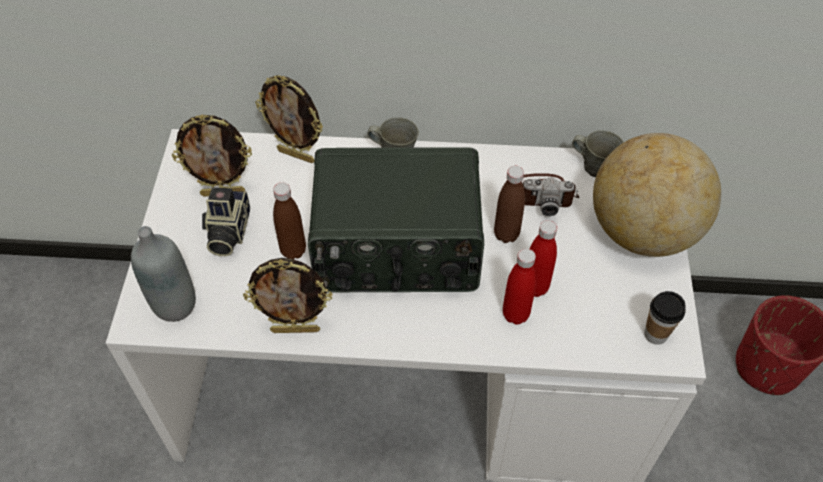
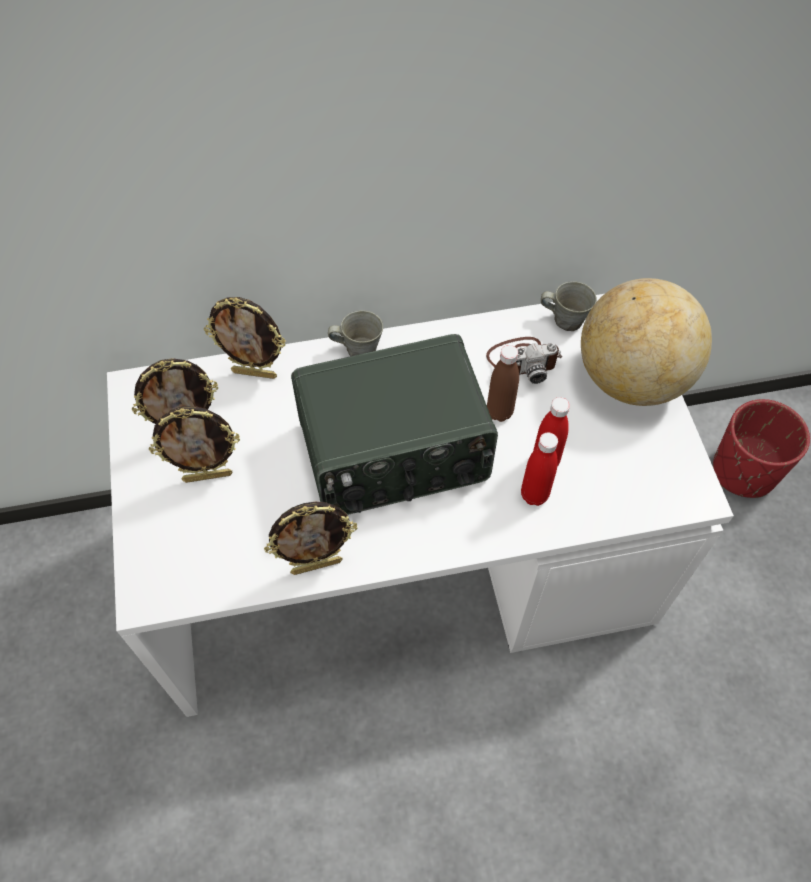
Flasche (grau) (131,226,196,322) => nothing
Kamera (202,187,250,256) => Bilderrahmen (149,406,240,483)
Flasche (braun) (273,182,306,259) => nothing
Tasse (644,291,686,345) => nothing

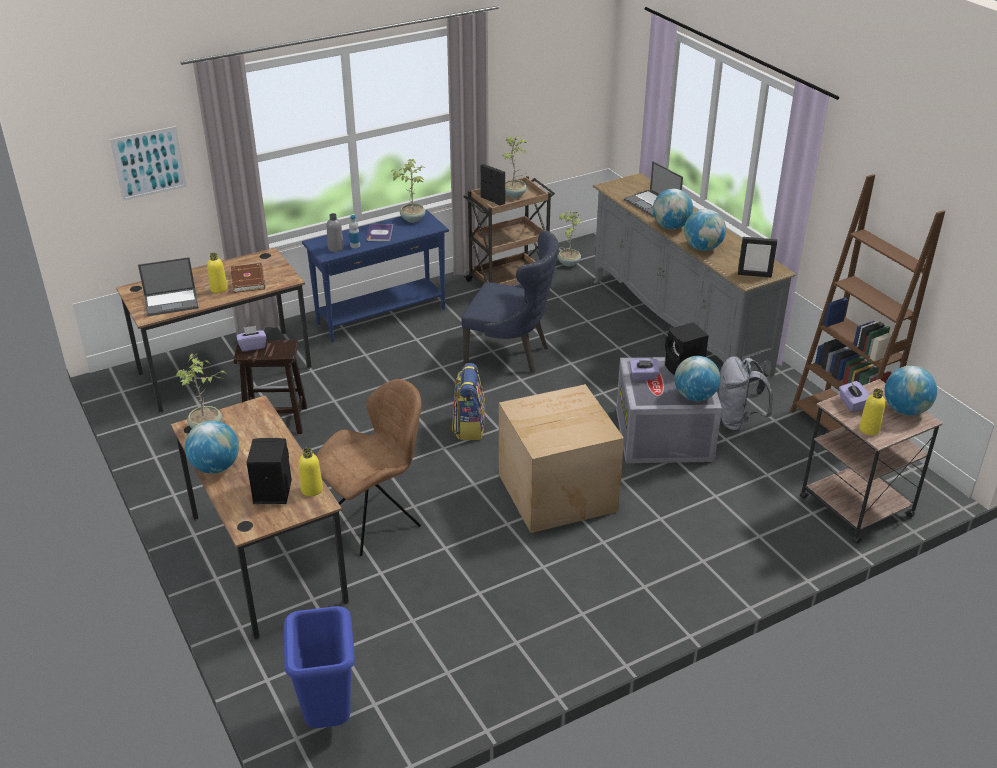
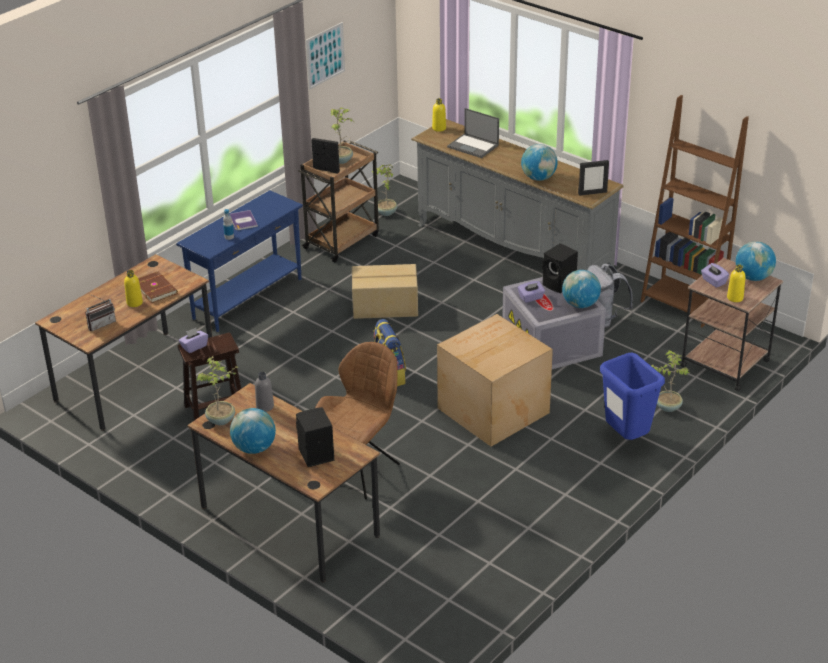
Bild (110,126,187,201) => Bild (306,22,345,90), relocated
Laptop (138,257,199,316) => Radio (85,294,116,332)
Mülleimer (blau) (284,606,355,728) => Mülleimer (blau) (600,353,665,440), relocated
Flasche (gelb) (299,447,323,496) => Flasche (gelb) (432,98,446,132), relocated
Flasche (grau) (326,213,344,252) => Flasche (grau) (255,372,274,412), relocated
Topfpflanze (391,159,426,223) => Topfpflanze (651,350,690,412), relocated
Stuhl (blau) (462,230,559,374) => Karton (352,264,418,319)
Globus (653,189,693,229) => nothing

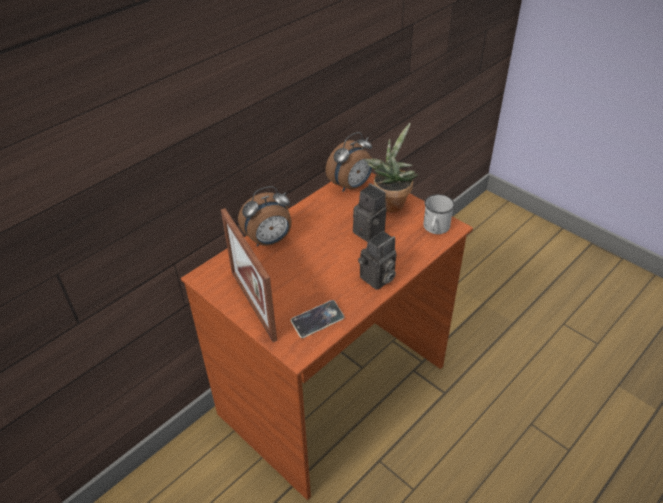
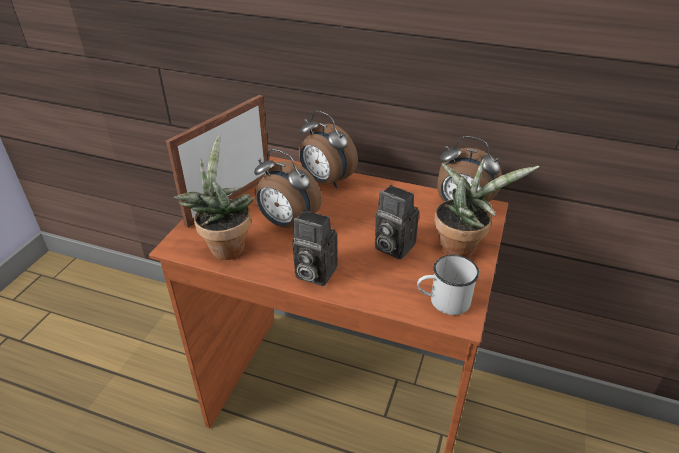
Handy (291,300,344,338) => Topfpflanze (174,133,254,260)
Kamera (353,183,386,242) => Kamera (375,185,419,260), 105 degrees clockwise
nothing => Wecker (254,149,322,228)

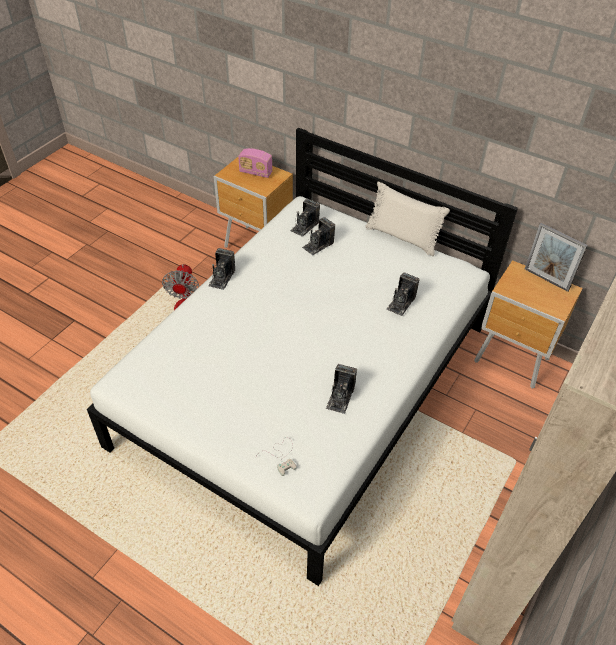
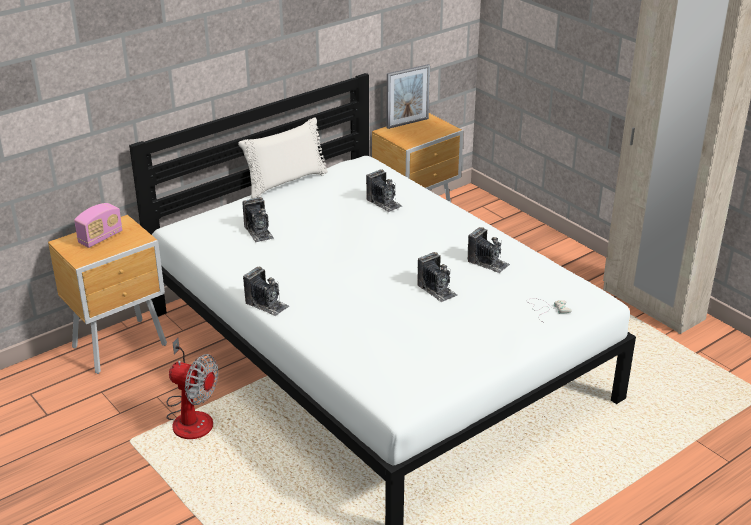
Kamera (290,199,320,237) => Kamera (417,252,457,302), relocated

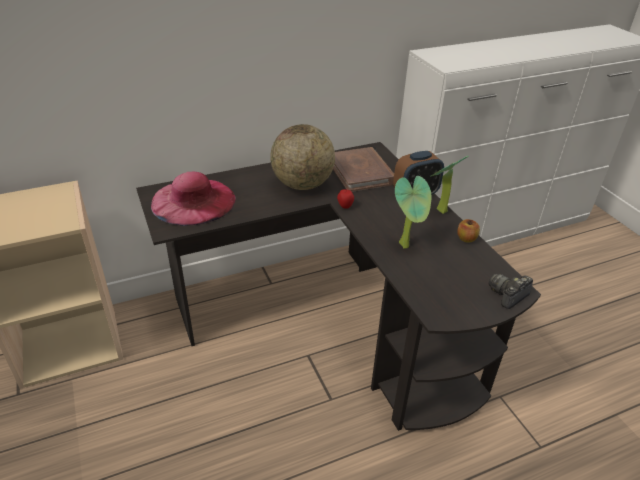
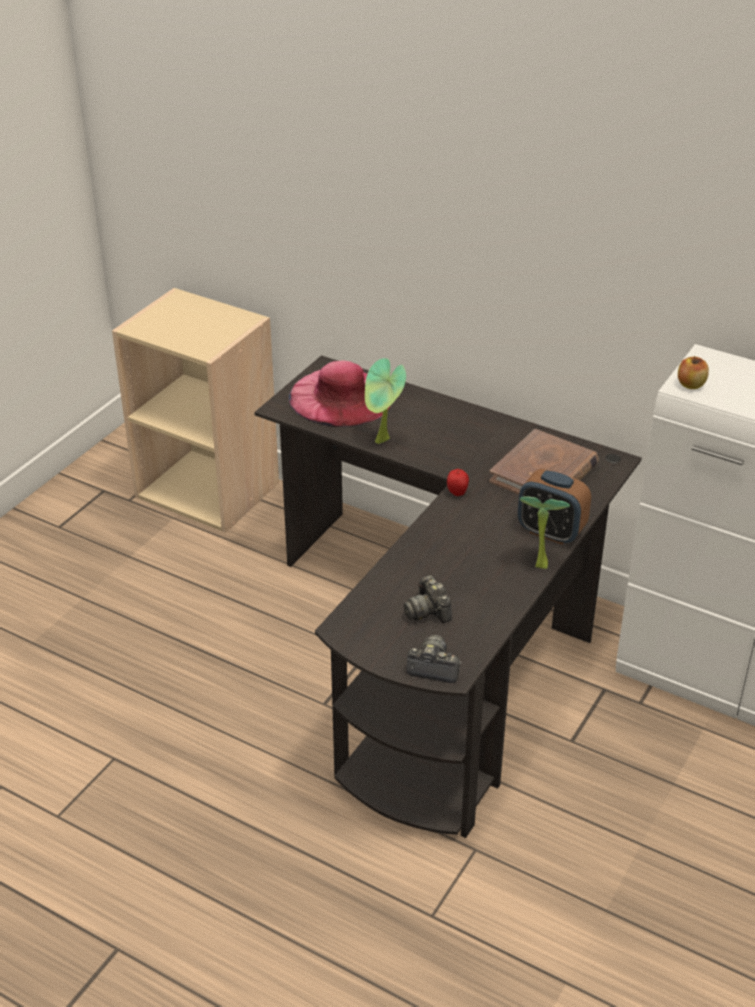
Globus (270,124,335,190) => nothing
Topfpflanze (395,176,432,248) => Topfpflanze (365,358,406,444), relocated
Apfel (457,219,480,243) => Apfel (678,356,709,389), relocated
nothing => Kamera (403,575,452,623)

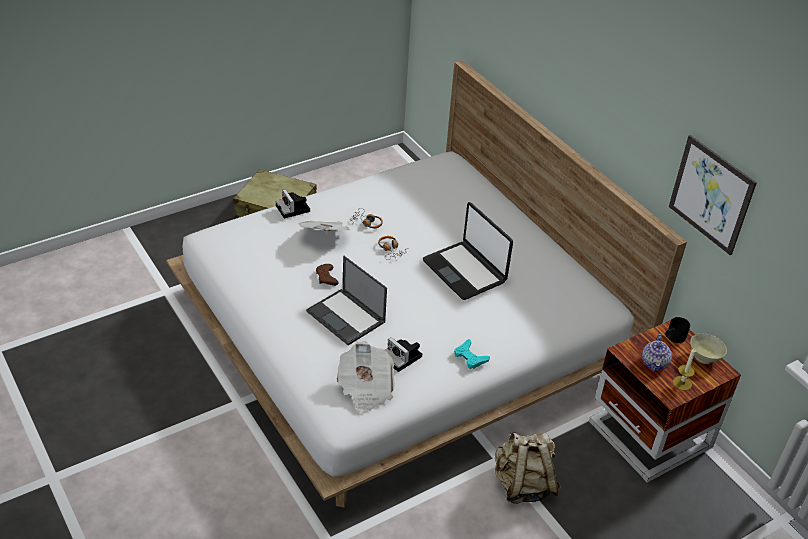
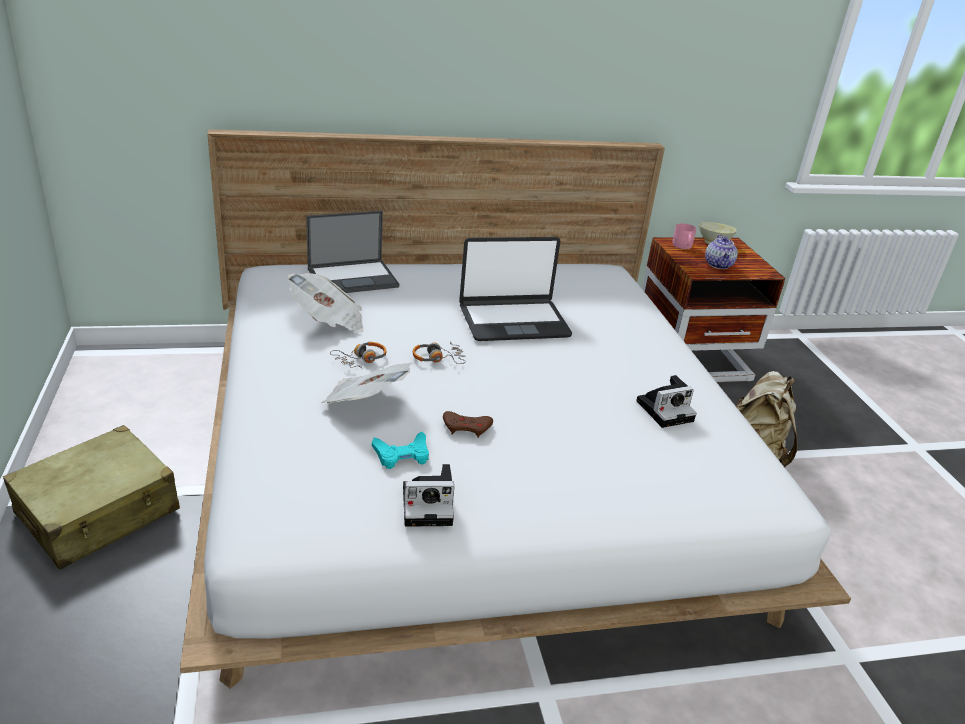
Kamera (276,189,310,219) => Kamera (403,464,454,527), relocated
Laptop (306,256,387,346) => Laptop (306,210,399,293), relocated
Zeitung (336,341,395,413) => Zeitung (287,273,364,333), relocated
Gamepad (türkis) (454,339,490,369) => Gamepad (türkis) (372,432,429,469), relocated
Teekanne (642,334,672,372) => Teekanne (705,235,738,269), 60 degrees clockwise
Henkelbecher (schwarz) (665,317,690,343) => Henkelbecher (rosa) (673,223,697,249)
Bild (669,135,757,255) => nothing
Kerze (673,347,695,391) => nothing

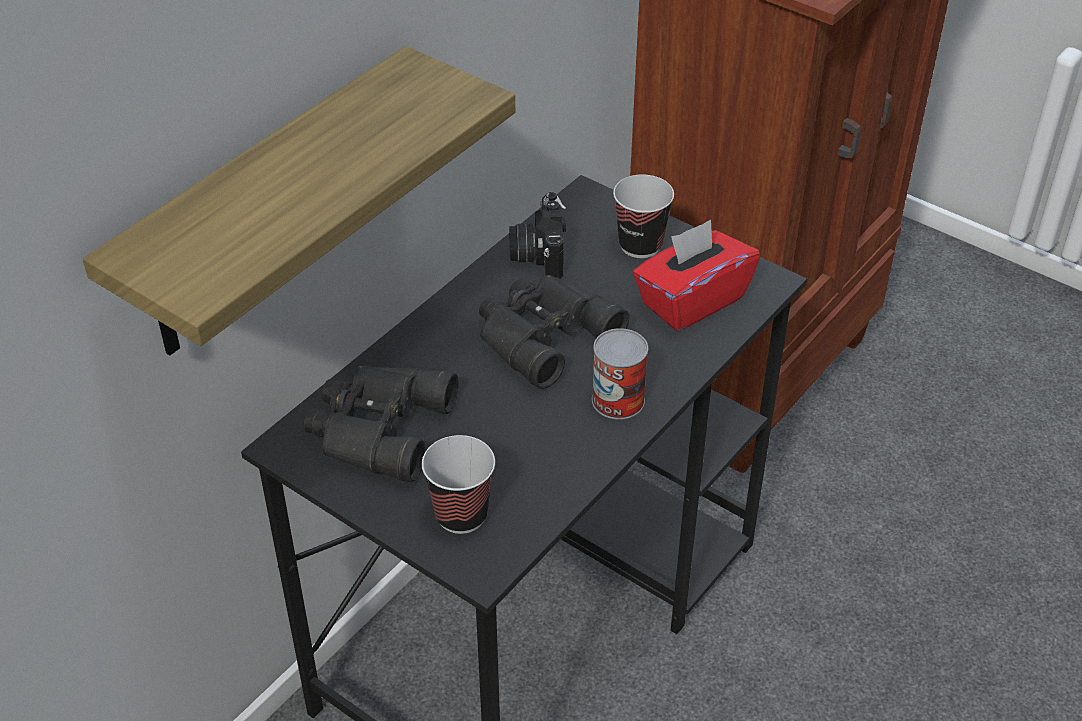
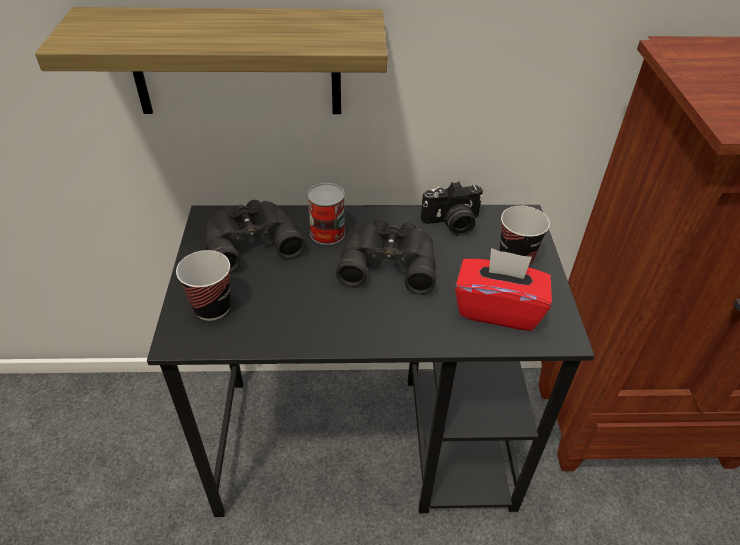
Kamera (510,192,566,279) => Kamera (421,181,483,236), 150 degrees counterclockwise
Dose (592,328,648,420) => Dose (307,183,345,245), relocated

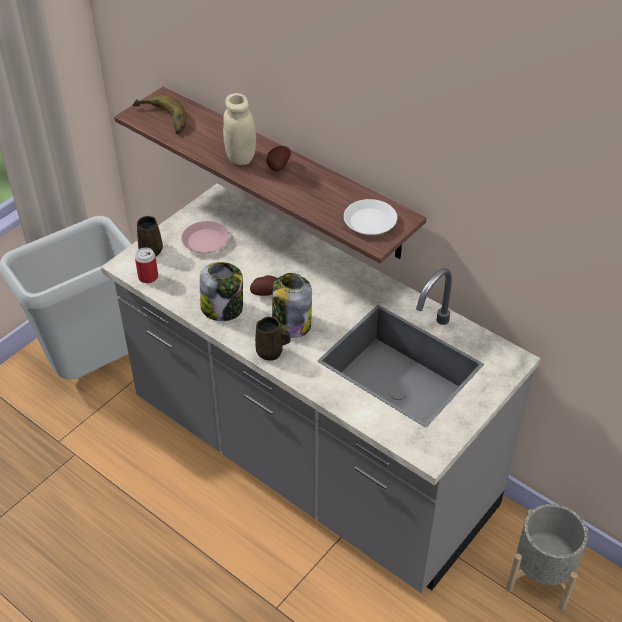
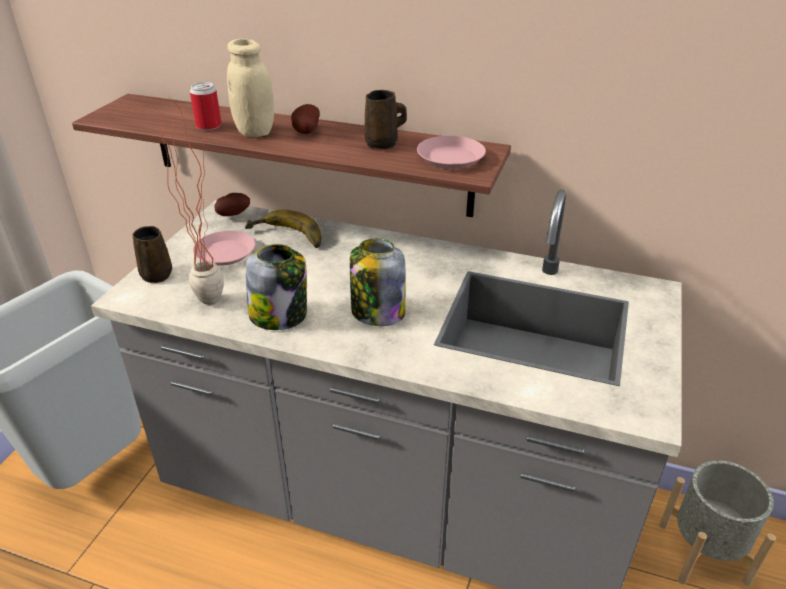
Banane (133,95,186,134) => Banane (245,210,322,248), relocated
Dose (135,247,158,283) => Dose (190,82,222,130), relocated
Kartoffel (250,275,277,296) => Kartoffel (215,193,250,216), relocated
Henkelbecher (braun) (255,316,290,361) => Henkelbecher (braun) (364,90,407,149), relocated
Teller (weiß) (344,199,397,235) => Teller (rosa) (417,136,486,169)
nothing => Topfpflanze (158,98,224,305)

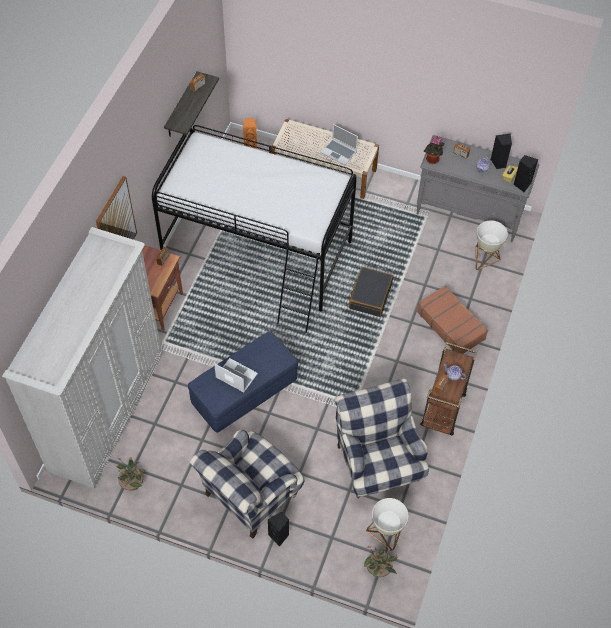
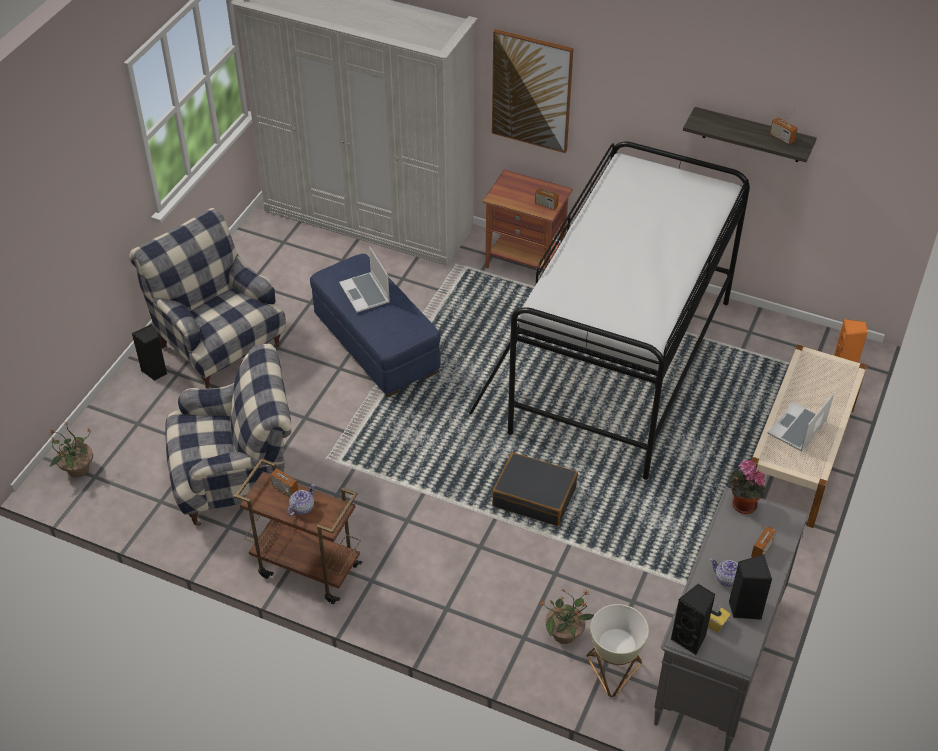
Topfpflanze (117,457,146,491) => Topfpflanze (539,588,594,644), relocated
Laptop (214,358,258,392) => Laptop (339,246,390,313), 120 degrees clockwise
Pflanzkübel (366,498,409,551) => nothing
Koffer (braun) (417,286,488,354) => nothing

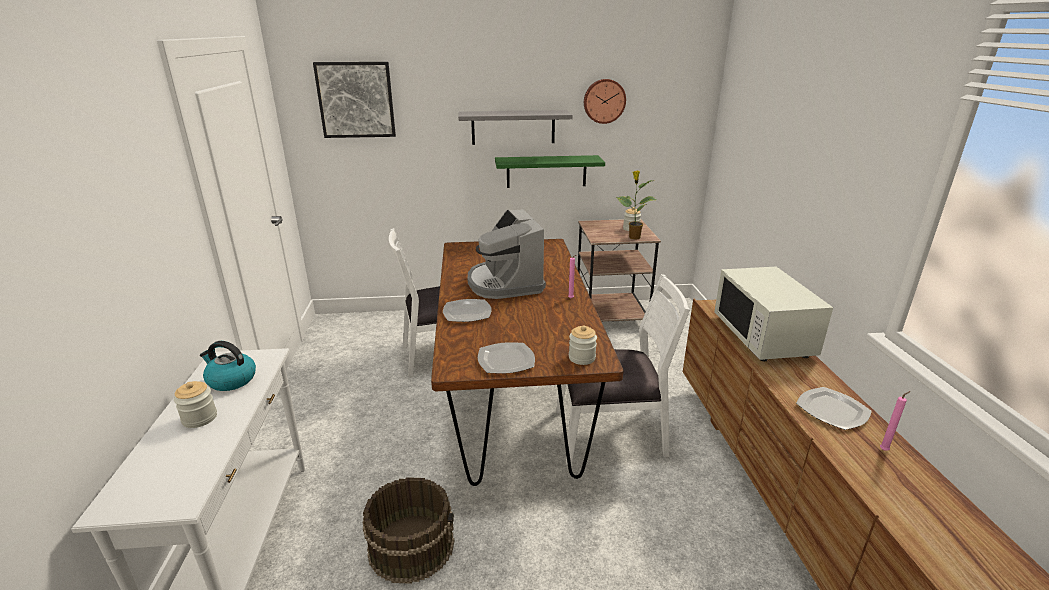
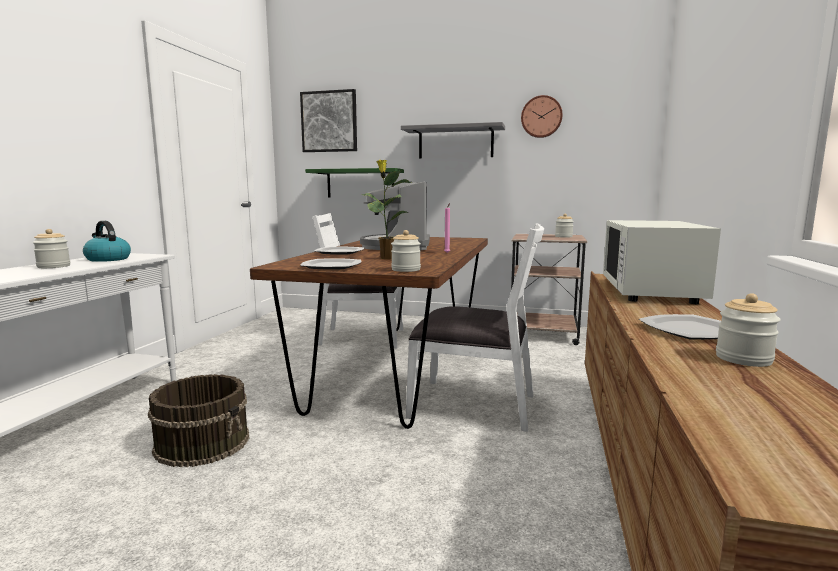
Wandregal (grün) (495,155,605,188) => Wandregal (grün) (305,168,404,198), relocated
Topfpflanze (616,170,657,240) => Topfpflanze (362,159,411,259), relocated
Kerze (rosa) (880,391,911,451) => Vorratsglas (716,293,780,367)

